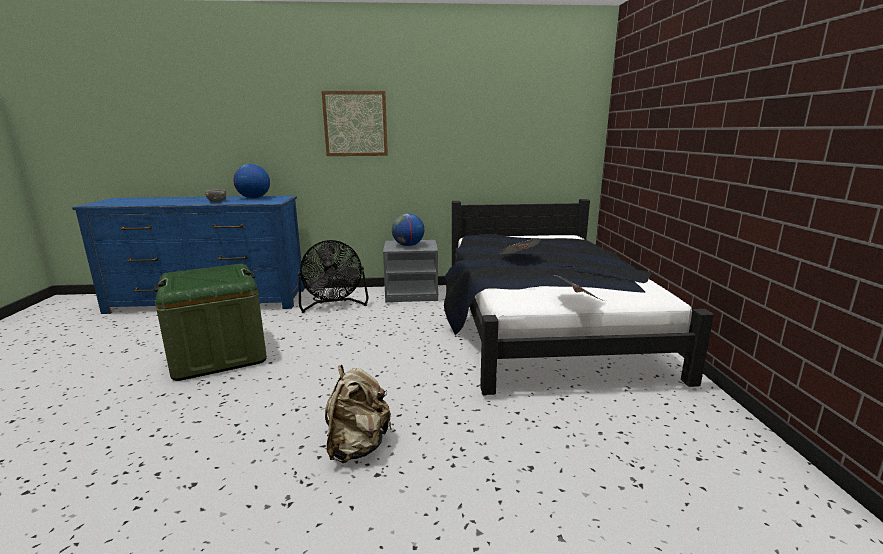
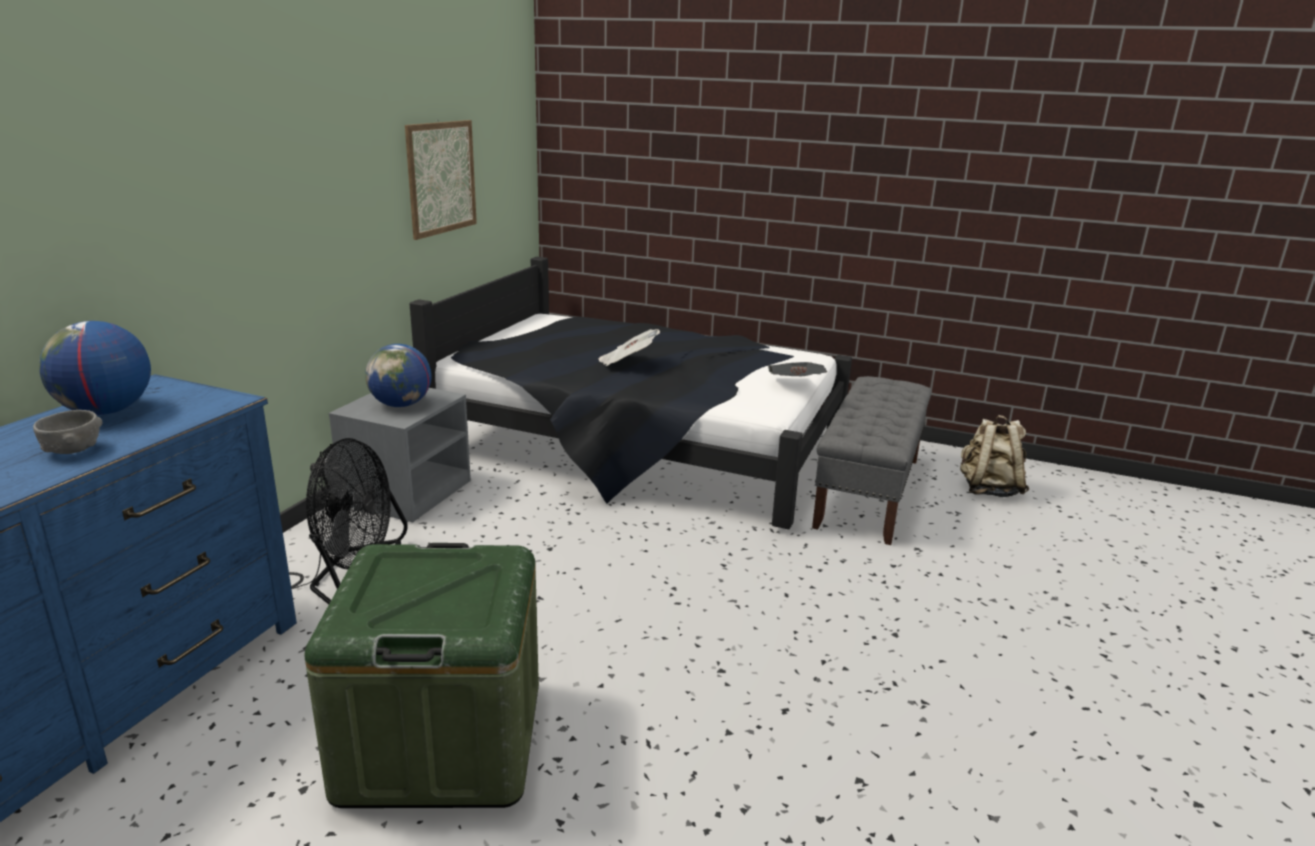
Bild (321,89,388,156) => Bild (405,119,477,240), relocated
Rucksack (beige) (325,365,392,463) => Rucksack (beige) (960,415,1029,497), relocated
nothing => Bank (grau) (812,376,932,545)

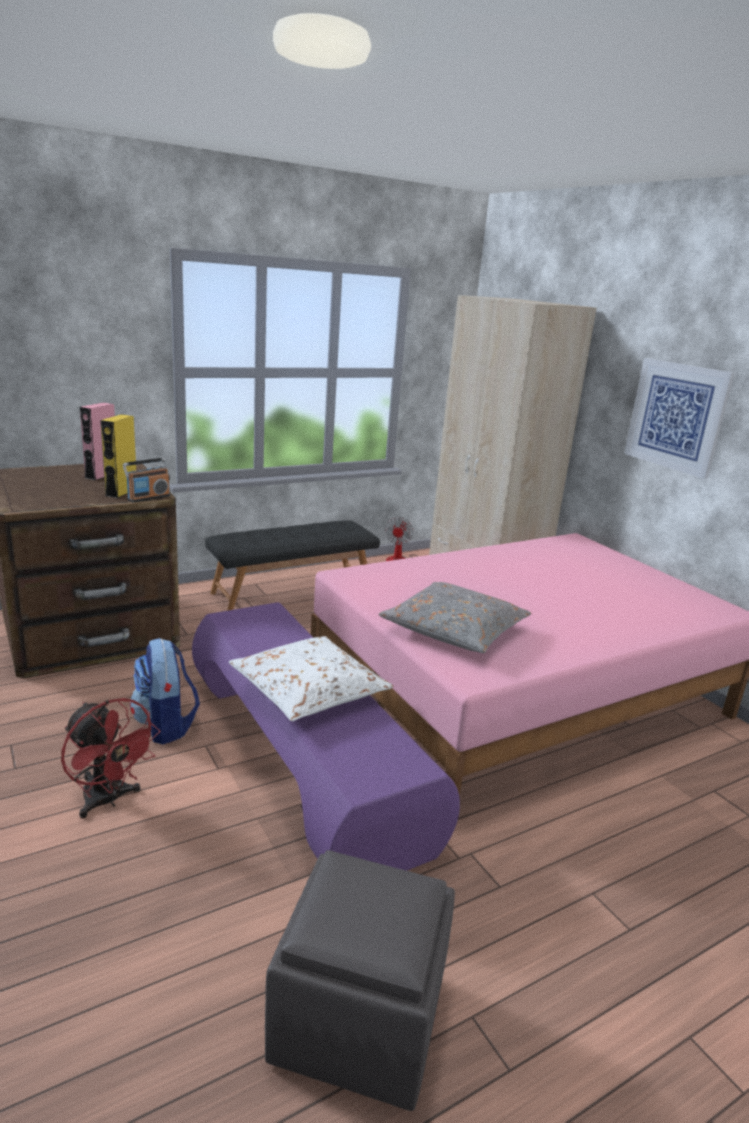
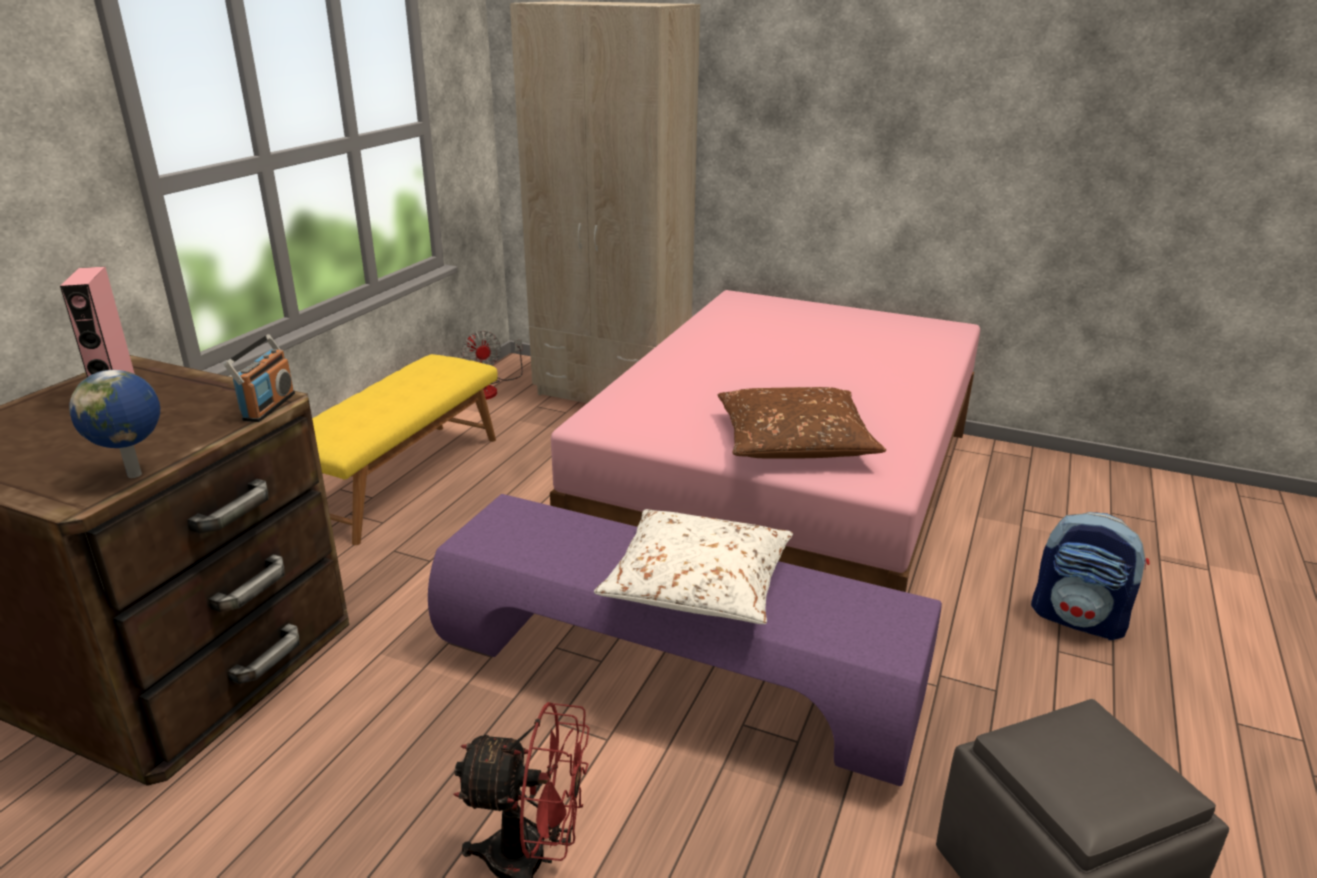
Lautsprecher (gelb) (100,414,136,498) => nothing
Rucksack (130,638,200,744) => Rucksack (1031,512,1150,640), relocated
Bank (schwarz) (205,520,380,611) => Bank (gelb) (312,354,498,545)
Kissen (grau) (379,582,531,653) => Kissen (braun) (718,387,886,459)
Bild (624,358,735,479) => nothing
nothing => Globus (69,370,160,478)

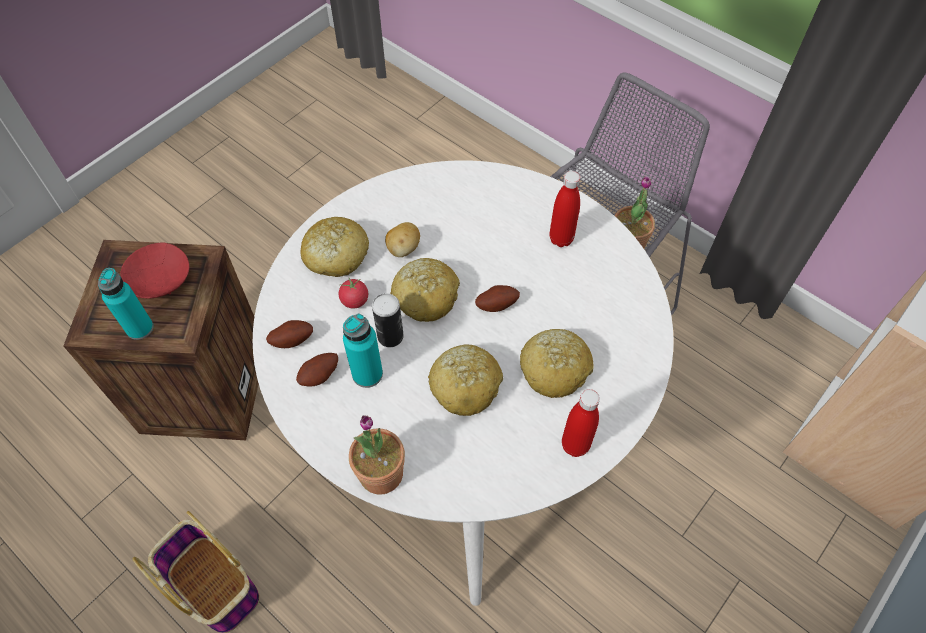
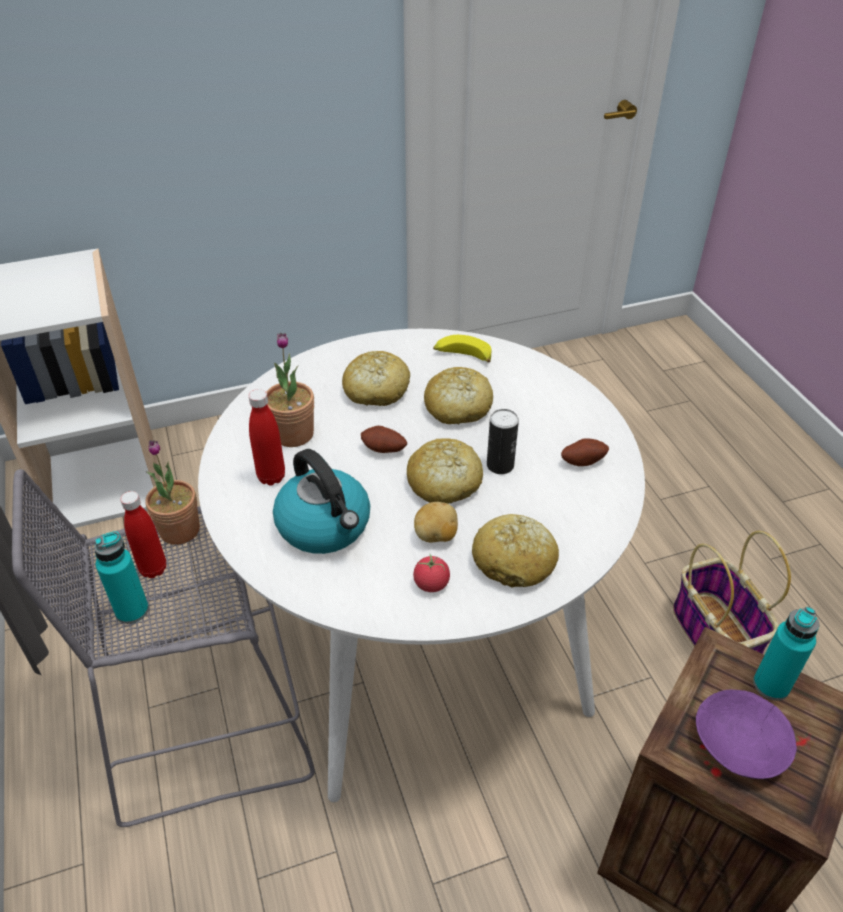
Schüssel (rot) (120,242,190,299) => Schüssel (lila) (696,689,797,779)
Kartoffel (266,320,313,348) => nothing
Tomate (339,278,368,308) => Tomate (413,554,450,592), relocated
Flasche (türkis) (343,313,383,388) => Flasche (türkis) (94,531,149,624), relocated
Topfpflanze (349,415,405,495) => Topfpflanze (267,333,314,447), relocated
Flasche (rot) (562,389,600,457) => Flasche (rot) (120,491,166,578), relocated
nothing => Wasserkessel (273,449,370,554)
nothing => Banane (433,335,491,362)

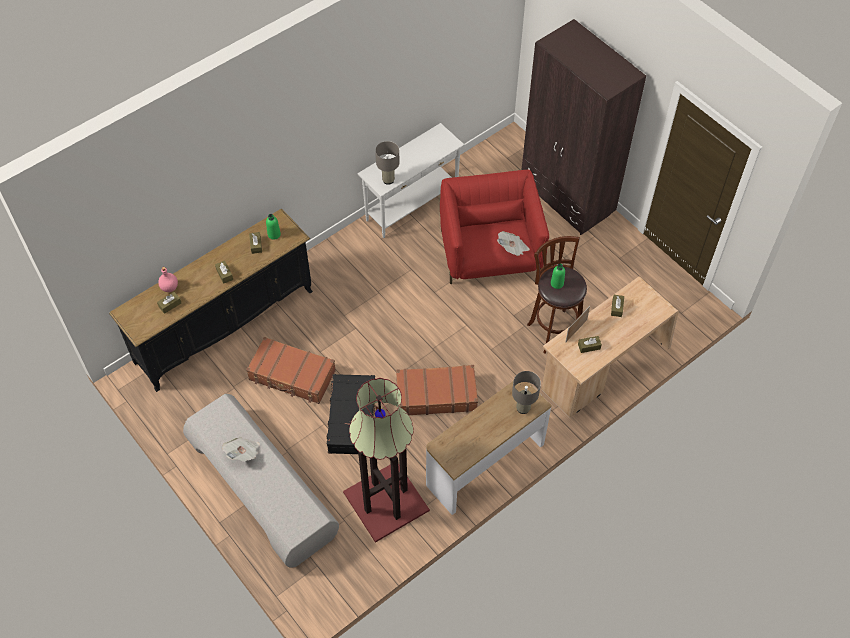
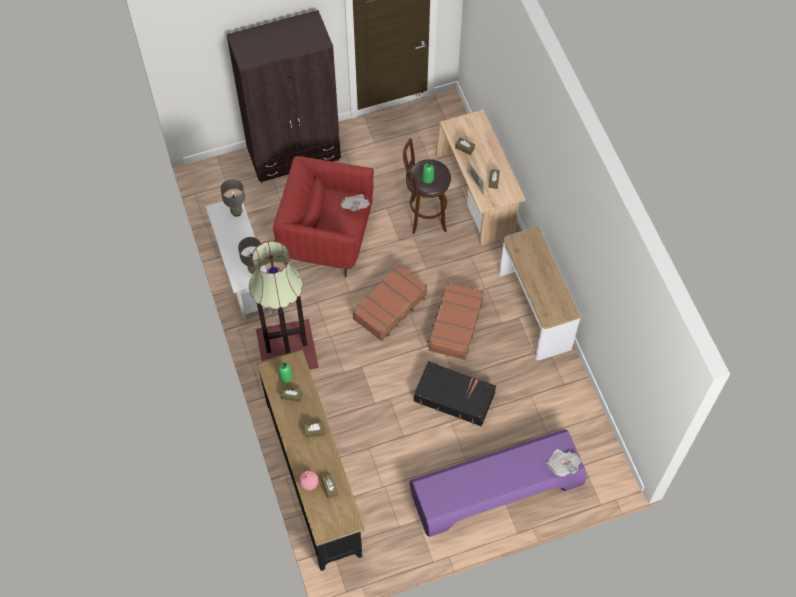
Bank (grau) (183,394,339,568) => Bank (lila) (410,429,586,537)
Zeitung (222,437,260,462) => Zeitung (546,449,581,476), relocated
Koffer (braun) (246,337,336,404) => Koffer (braun) (353,265,427,341), relocated
Stehlampe (343,378,430,543) => Stehlampe (249,241,319,370), relocated
Tischlampe (grau) (512,371,541,414) => Tischlampe (grau) (220,179,245,217), relocated

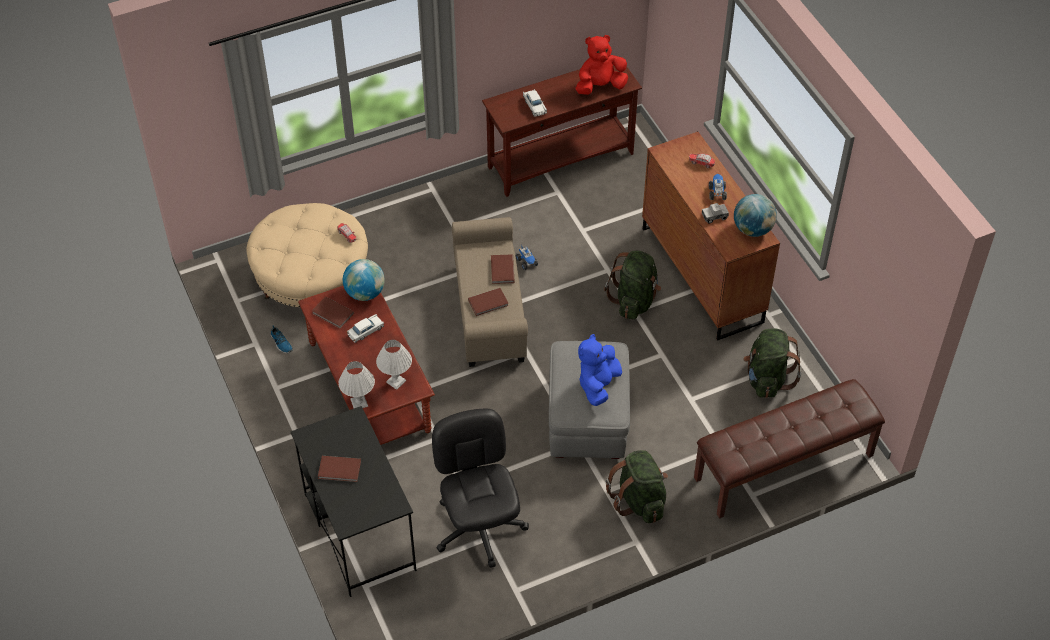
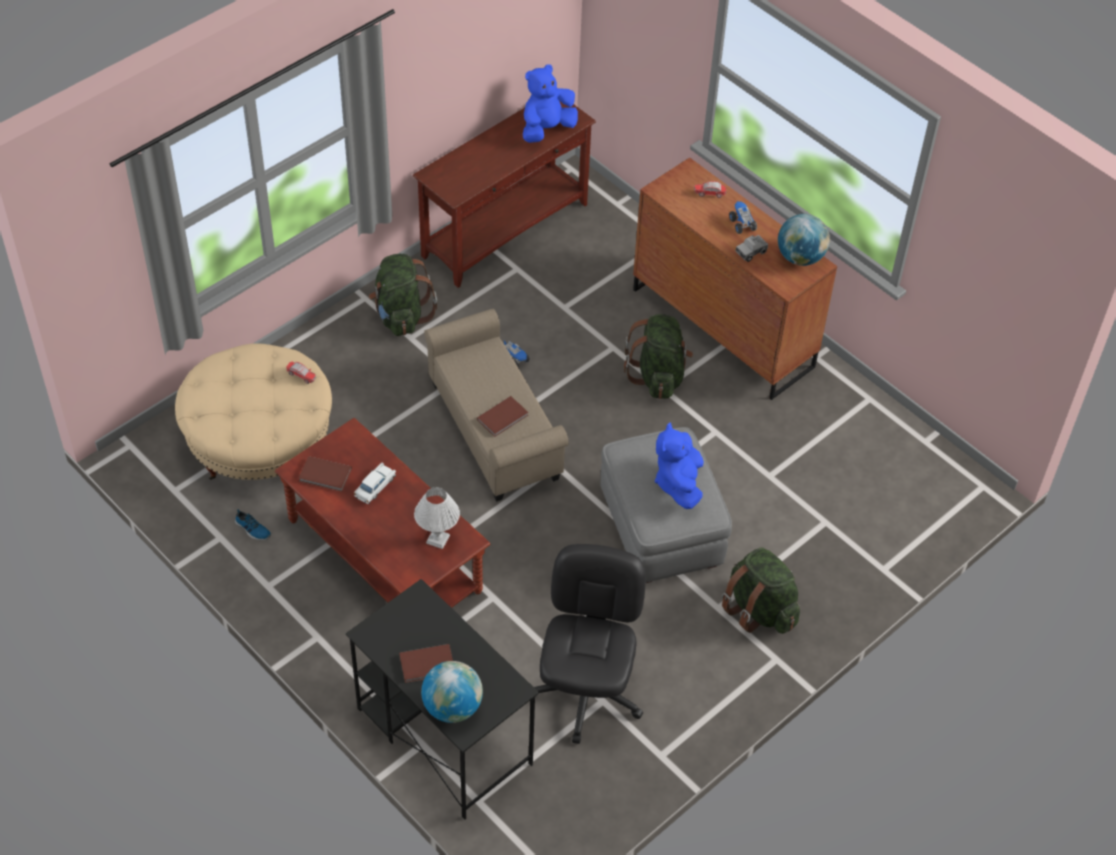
Tischlampe (weiß) (338,361,375,408) => nothing
Globus (343,259,385,301) => Globus (421,661,483,723), relocated
Bürostuhl (schwarz) (432,409,529,568) => Bürostuhl (schwarz) (534,544,646,744), 45 degrees clockwise
Buch (braun) (491,254,515,284) => nothing
Spielzeugauto (weiß) (523,89,547,117) => nothing
Plüschtier (rot) (576,35,628,95) => Plüschtier (blau) (523,64,578,143)
Bank (braun) (694,379,885,518) => nothing
Rucksack (grün) (743,328,802,398) => Rucksack (grün) (369,254,437,336), relocated

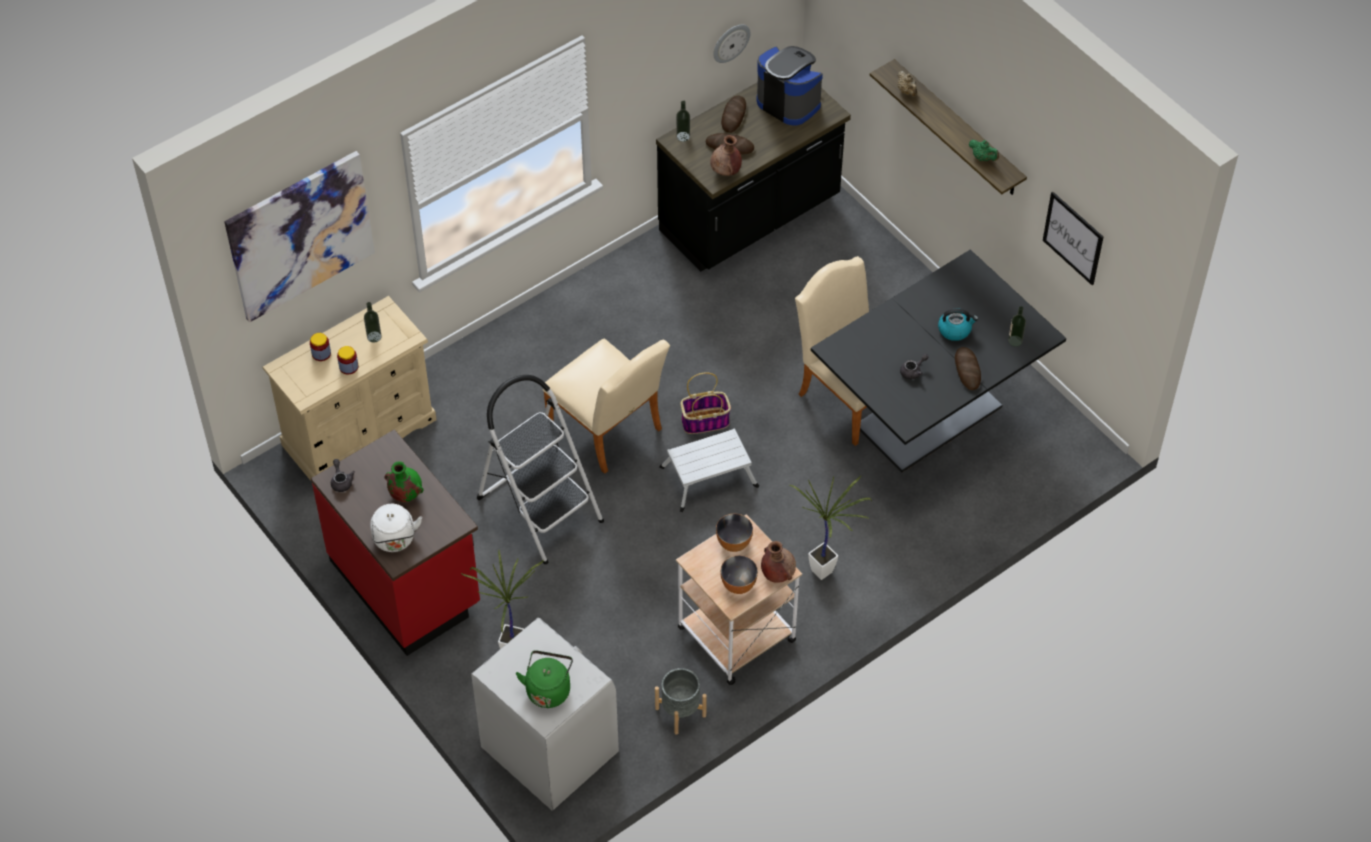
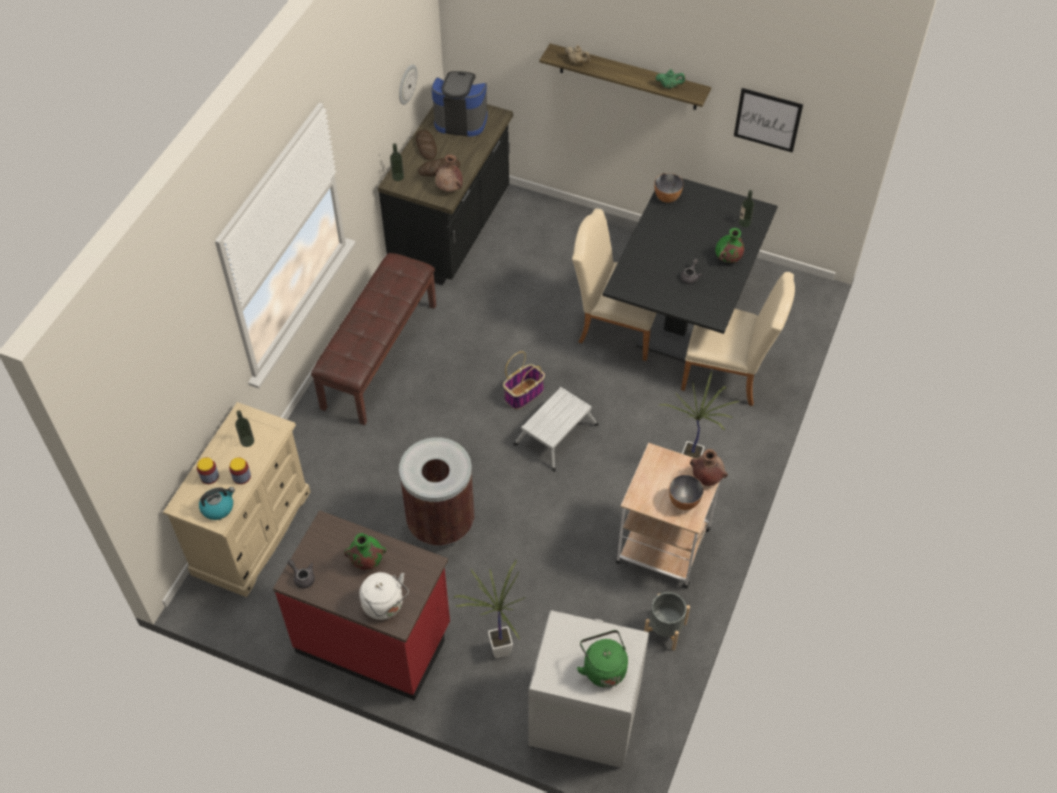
Bild (224,151,375,322) => nothing
Trittleiter (477,375,604,564) => Mülleimer (braun) (399,437,475,546)
Stuhl (beige) (543,339,670,474) => Stuhl (beige) (681,272,795,406), relocated
Schüssel (716,513,753,552) => Schüssel (654,173,683,203), relocated
Wasserkessel (938,308,978,341) => Wasserkessel (199,487,235,520), relocated
Brot (955,347,981,390) => Vase (grün) (715,228,744,263)
nothing => Bank (braun) (311,253,436,425)

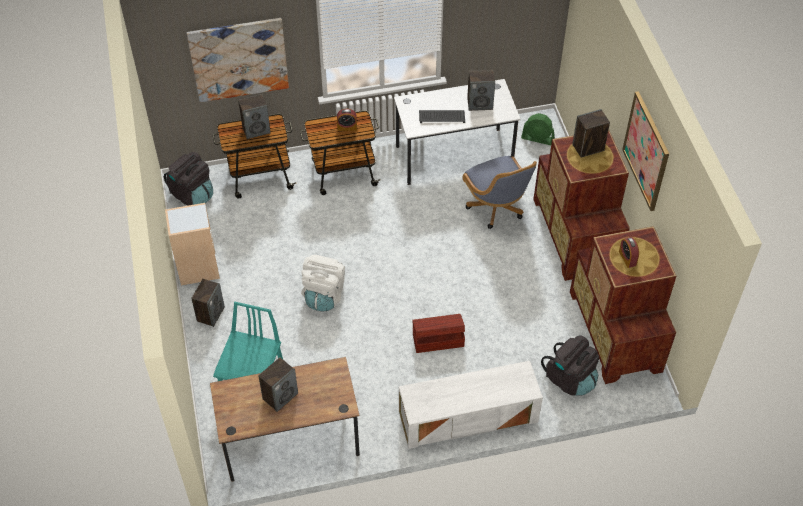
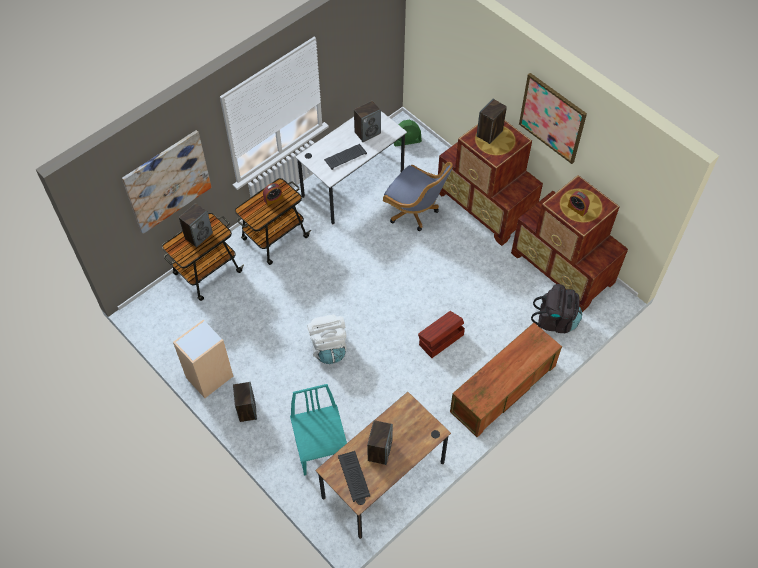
Rucksack (schwarz) (164,152,213,206) => nothing
Bank (weiß) (399,361,543,449) => Bank (braun) (450,323,562,437)
nothing => Tastatur (338,451,370,502)

